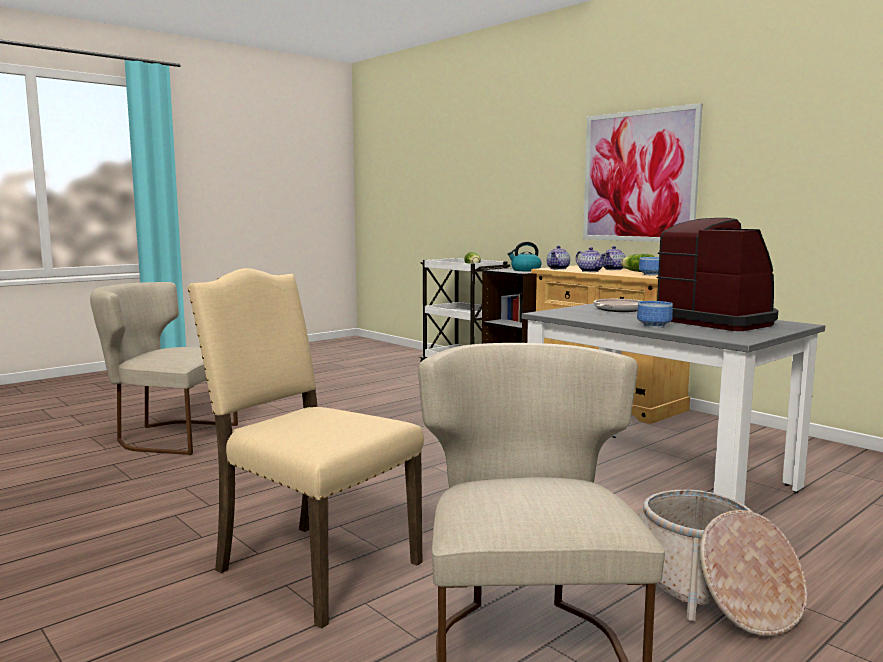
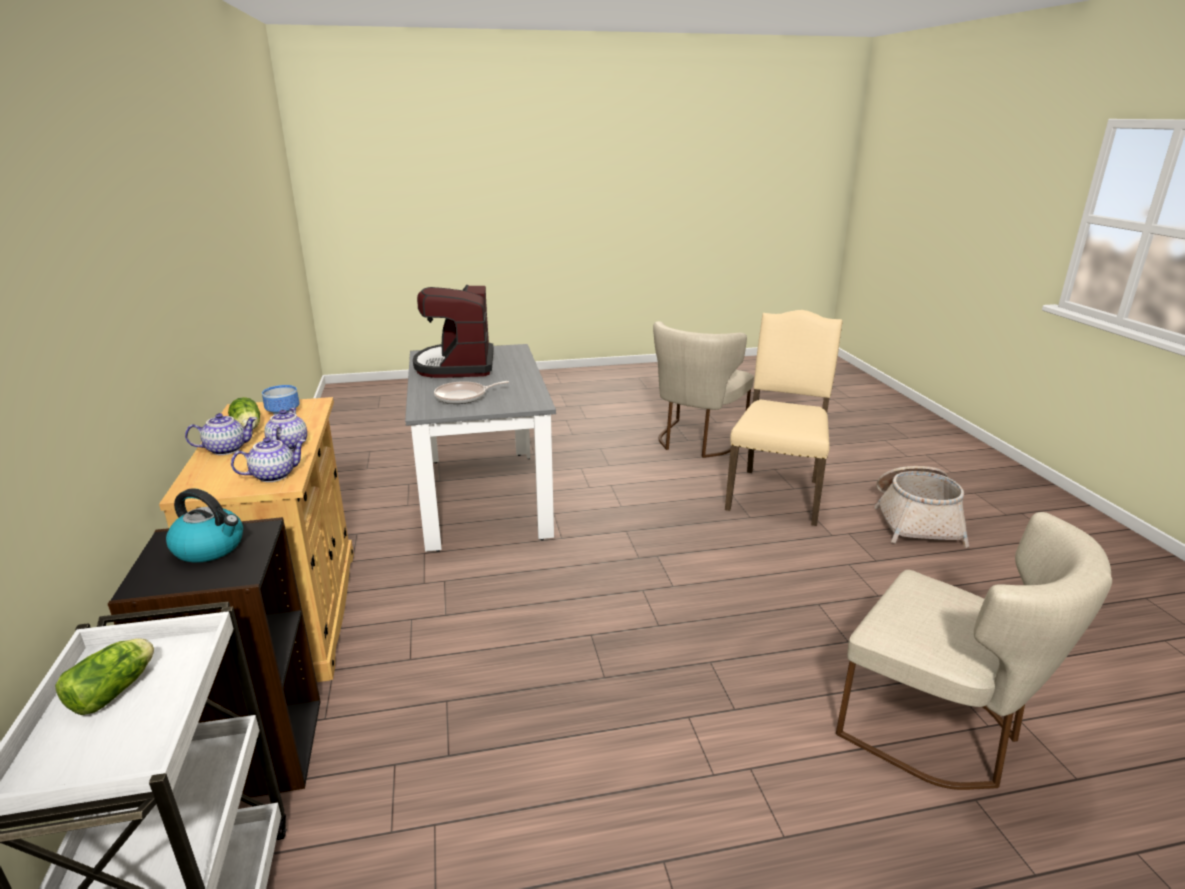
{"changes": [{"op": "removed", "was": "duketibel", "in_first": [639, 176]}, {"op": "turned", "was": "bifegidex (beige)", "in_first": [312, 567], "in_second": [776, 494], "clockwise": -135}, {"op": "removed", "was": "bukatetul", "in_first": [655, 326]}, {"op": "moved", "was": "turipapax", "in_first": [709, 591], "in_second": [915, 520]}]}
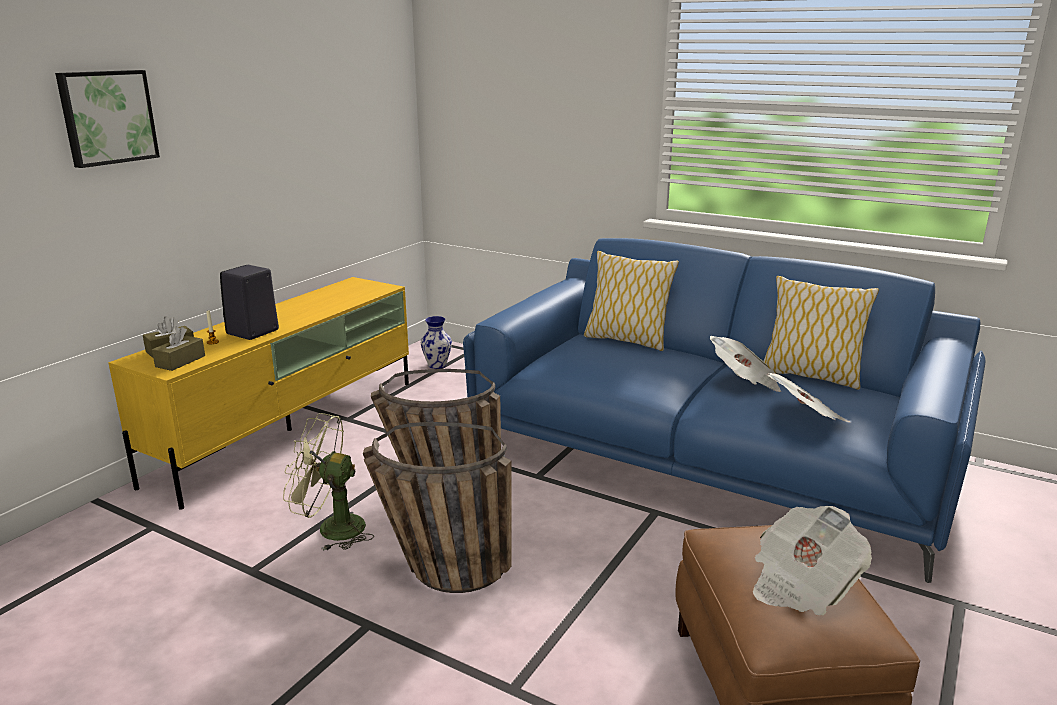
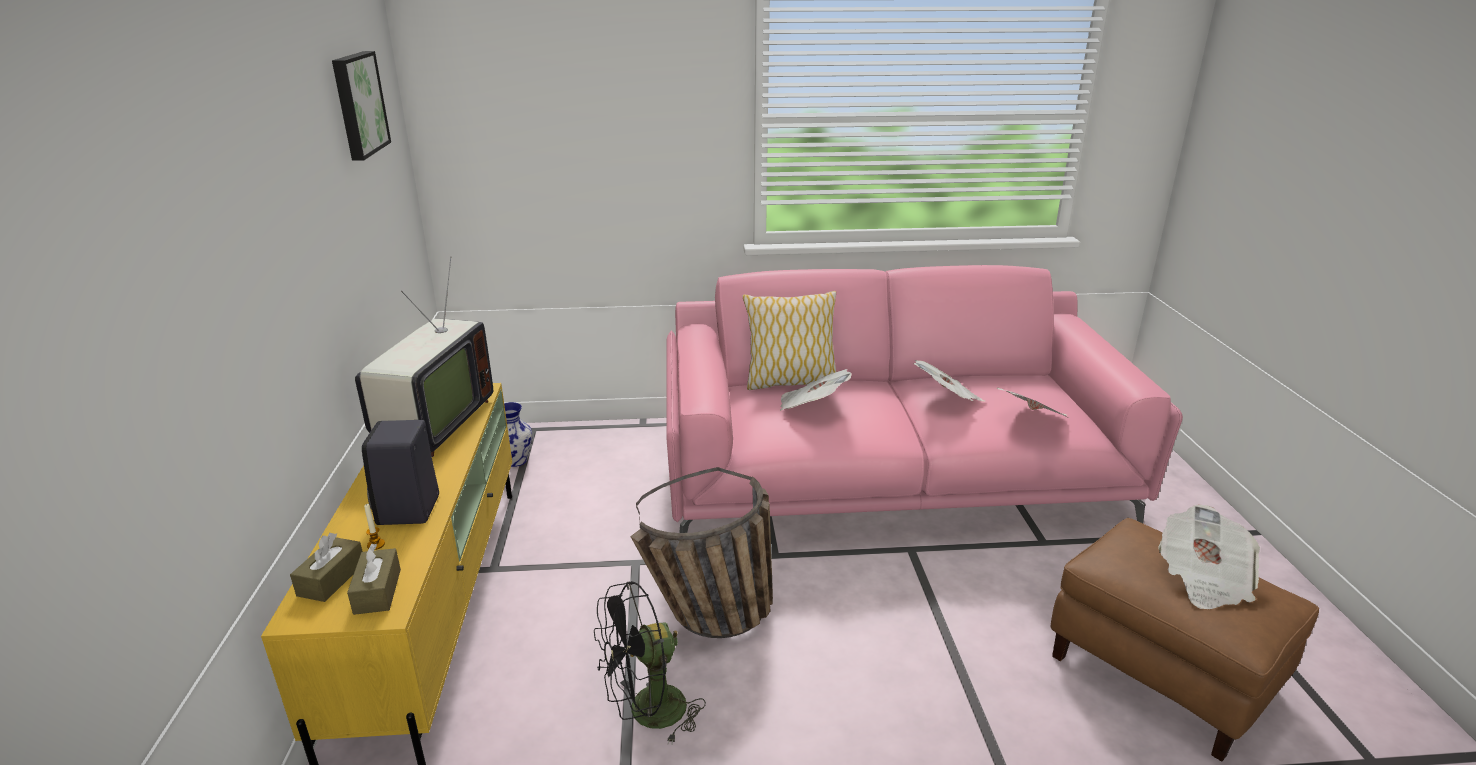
{"changes": [{"op": "moved", "was": "duketibel", "in_first": [107, 117], "in_second": [357, 104]}, {"op": "recoloured", "was": "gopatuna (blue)", "now": "gopatuna (pink)", "in_first": [708, 460], "in_second": [891, 478]}, {"op": "removed", "was": "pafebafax", "in_first": [810, 376]}, {"op": "recoloured", "was": "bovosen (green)", "now": "bovosen (black)", "in_first": [331, 529], "in_second": [647, 714]}, {"op": "removed", "was": "turipapax", "in_first": [437, 572]}, {"op": "added", "now": "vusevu", "in_second": [432, 425]}, {"op": "added", "now": "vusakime", "in_second": [811, 407]}]}
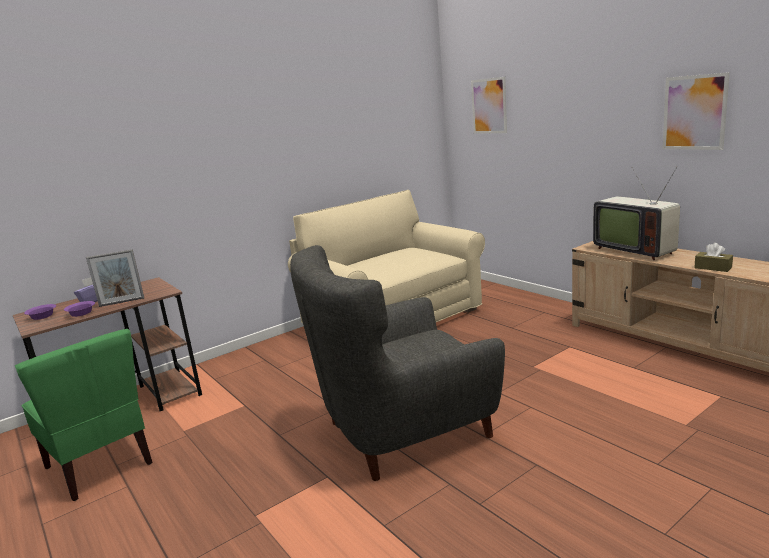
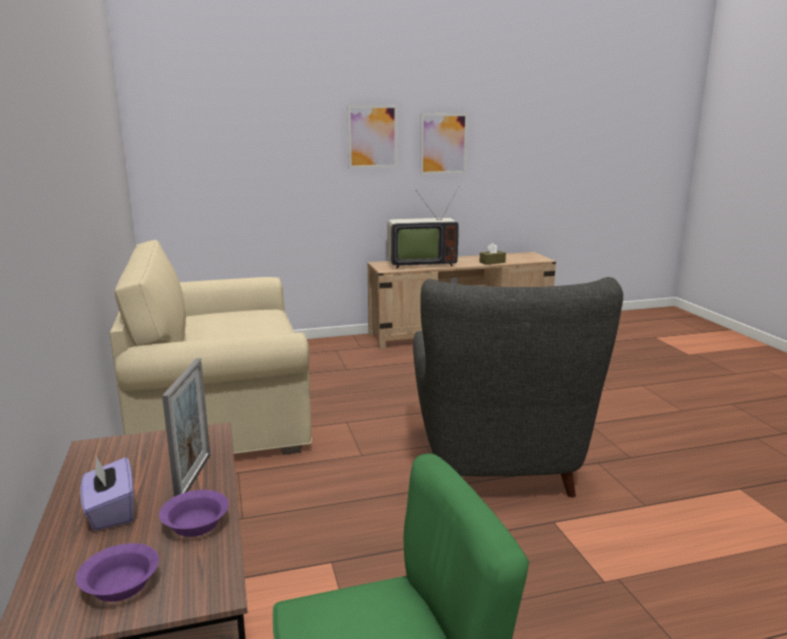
{"changes": [{"op": "moved", "was": "duketibel", "in_first": [489, 106], "in_second": [372, 136]}]}
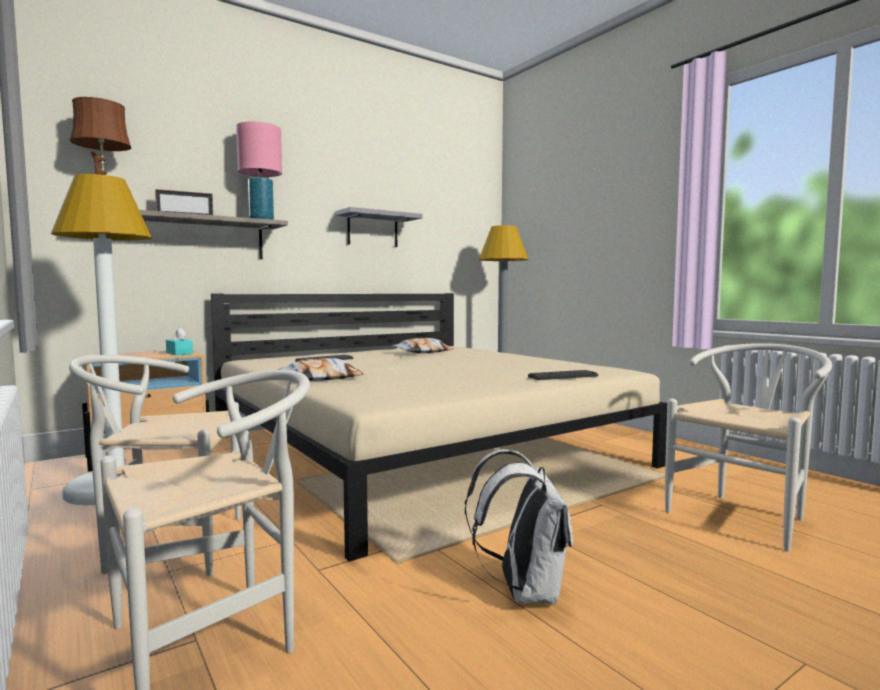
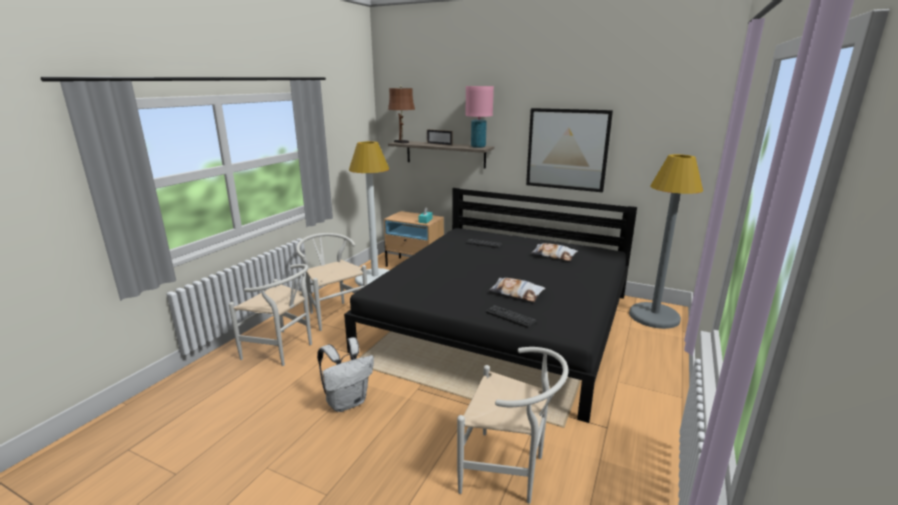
{"changes": [{"op": "replaced", "was": "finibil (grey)", "now": "duketibel", "in_first": [372, 230], "in_second": [567, 149]}, {"op": "recoloured", "was": "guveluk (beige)", "now": "guveluk (black)", "in_first": [421, 450], "in_second": [501, 321]}, {"op": "moved", "was": "pafebafax", "in_first": [321, 378], "in_second": [516, 293]}]}
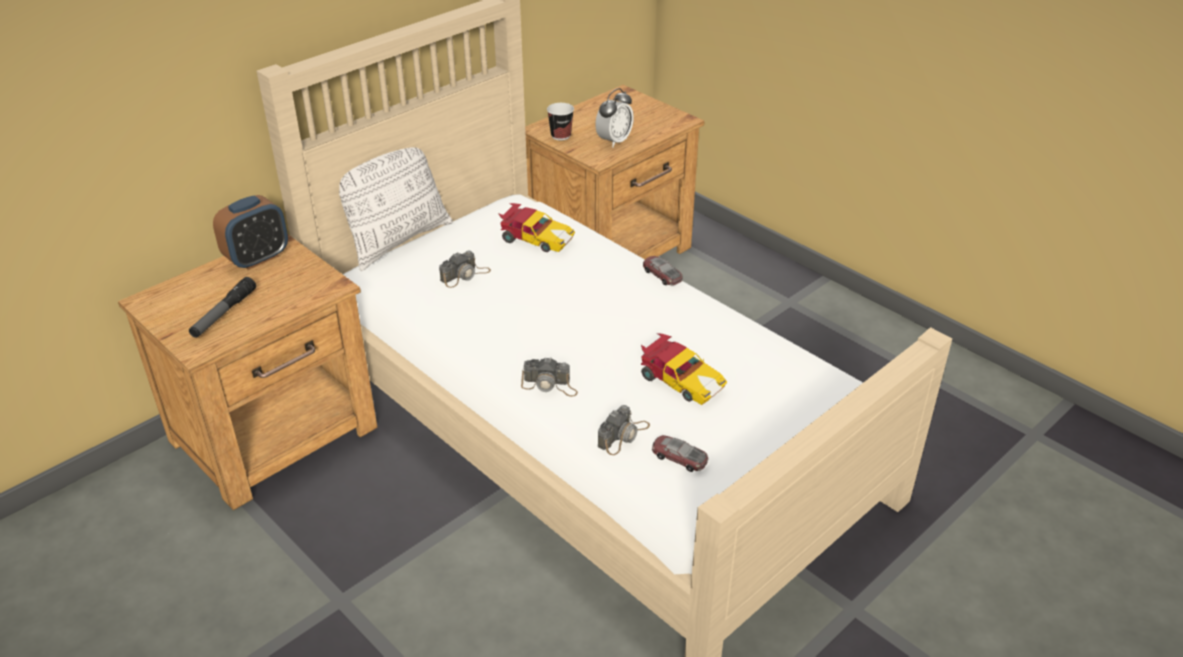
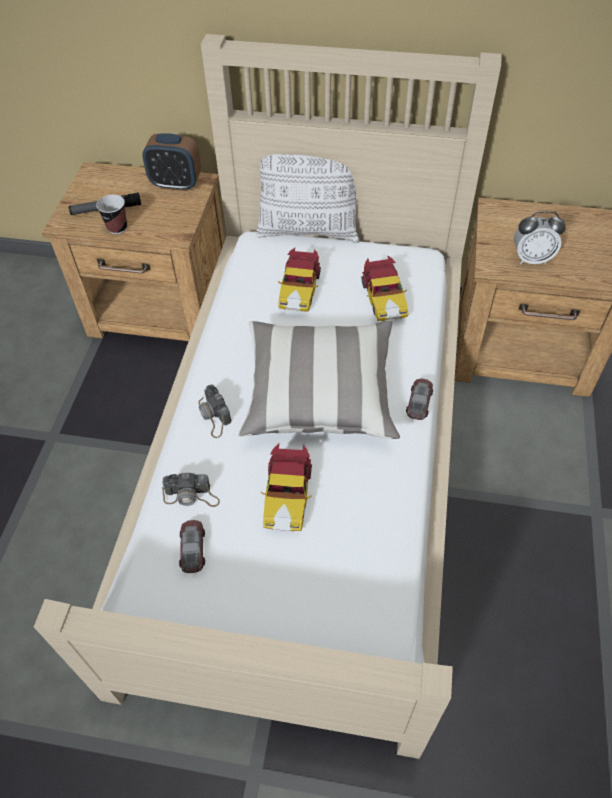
{"changes": [{"op": "moved", "was": "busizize", "in_first": [561, 136], "in_second": [117, 228]}, {"op": "replaced", "was": "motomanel", "now": "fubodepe", "in_first": [465, 275], "in_second": [299, 289]}, {"op": "added", "now": "pafebafax", "in_second": [319, 393]}]}
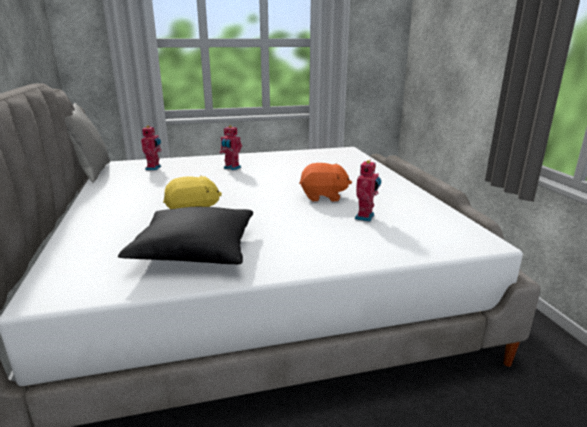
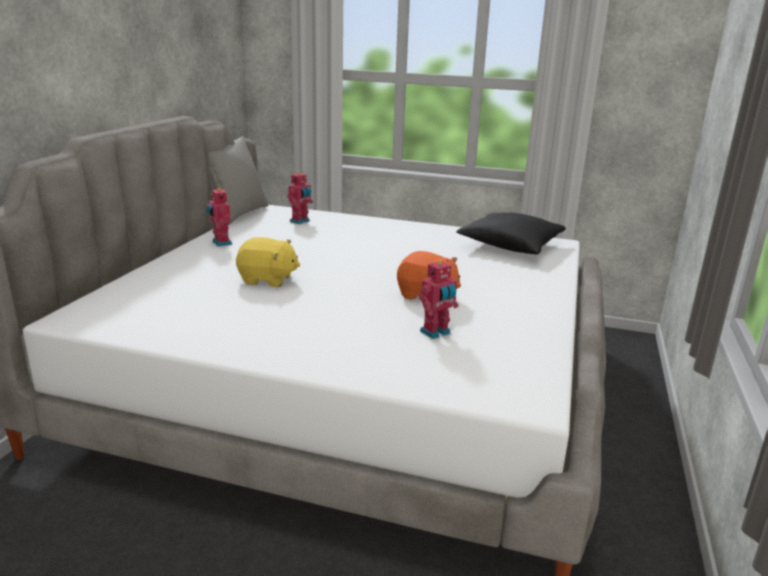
{"changes": [{"op": "moved", "was": "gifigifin", "in_first": [231, 168], "in_second": [220, 243]}, {"op": "moved", "was": "pafebafax (black)", "in_first": [195, 251], "in_second": [510, 246]}]}
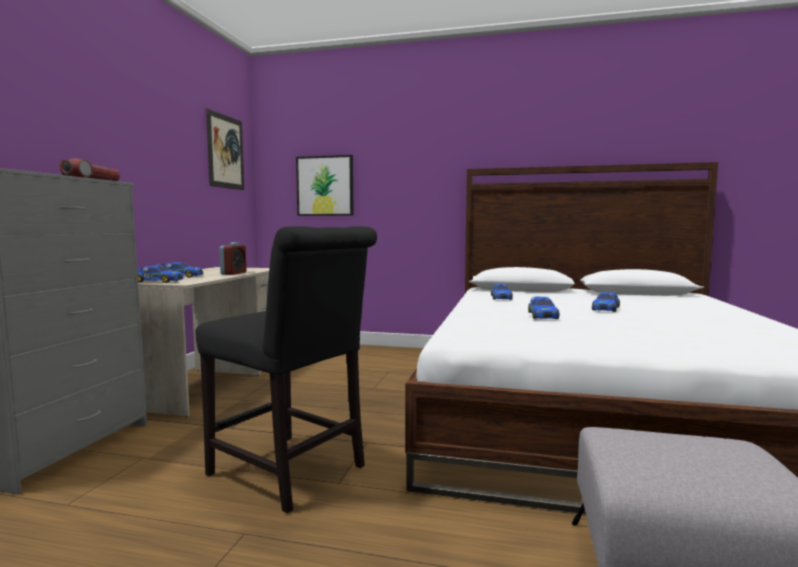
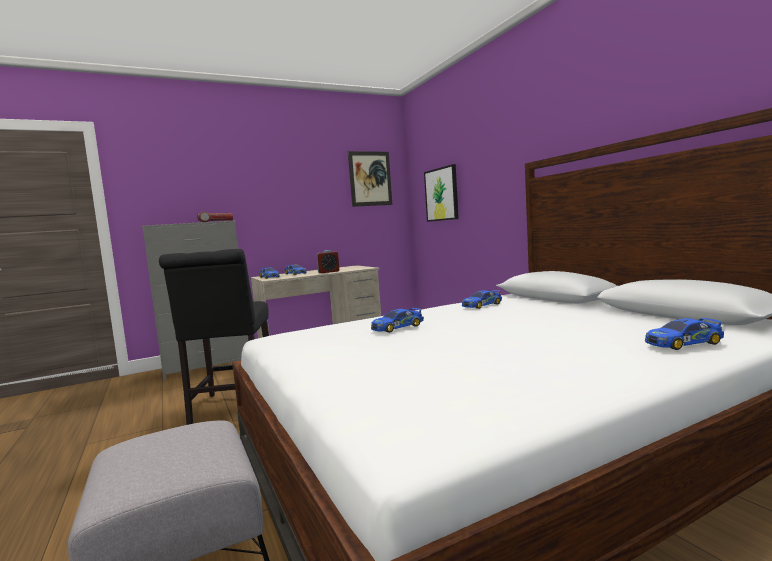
{"changes": [{"op": "moved", "was": "fubodepe", "in_first": [606, 308], "in_second": [683, 343]}]}
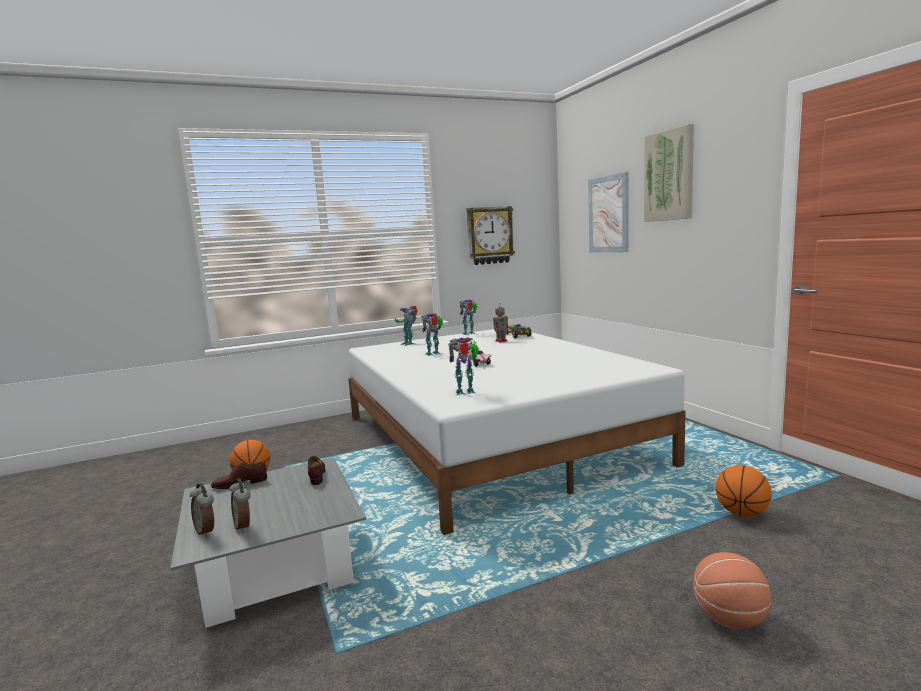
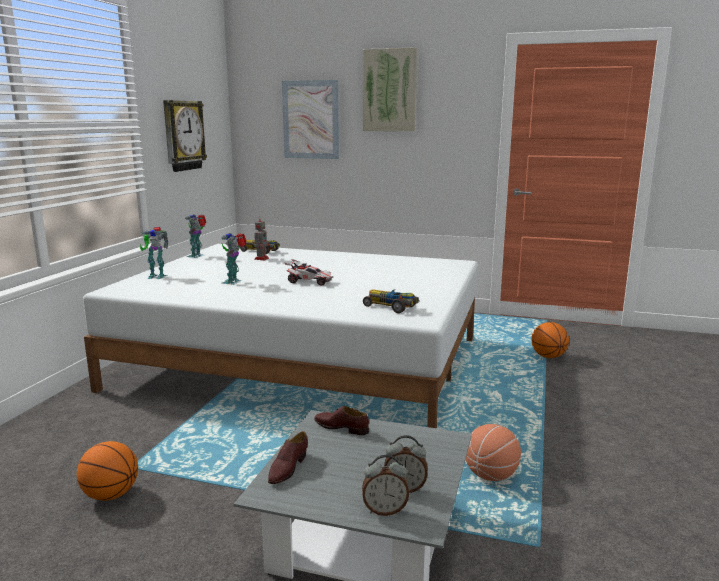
{"changes": [{"op": "replaced", "was": "gifigifin", "now": "fubodepe", "in_first": [466, 392], "in_second": [391, 307]}, {"op": "moved", "was": "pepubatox", "in_first": [730, 619], "in_second": [491, 475]}]}
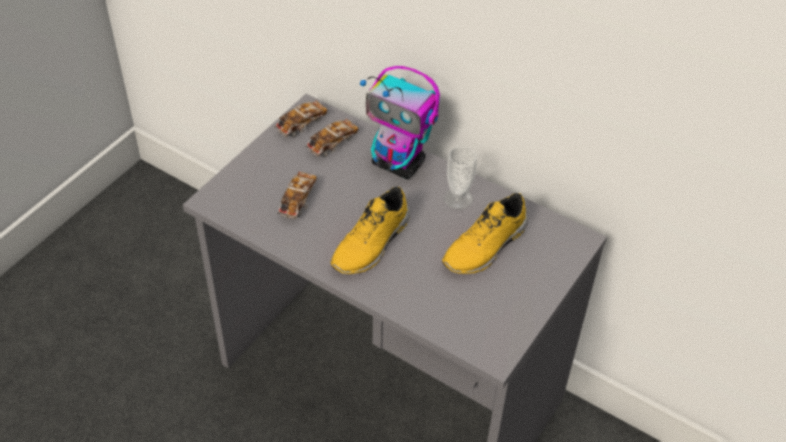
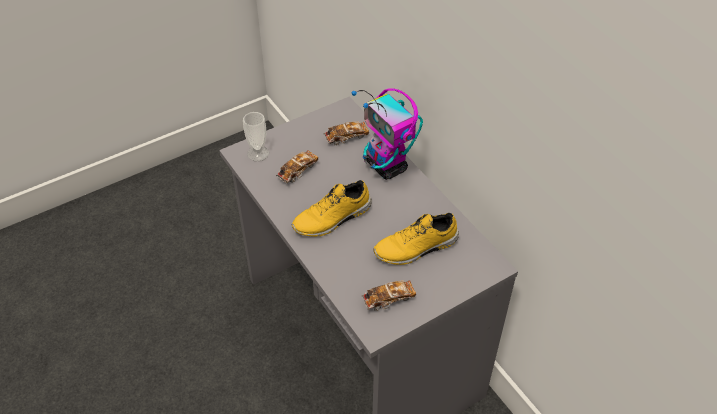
{"changes": [{"op": "moved", "was": "fubodepe", "in_first": [301, 125], "in_second": [388, 300]}, {"op": "moved", "was": "busizize", "in_first": [458, 198], "in_second": [258, 153]}]}
